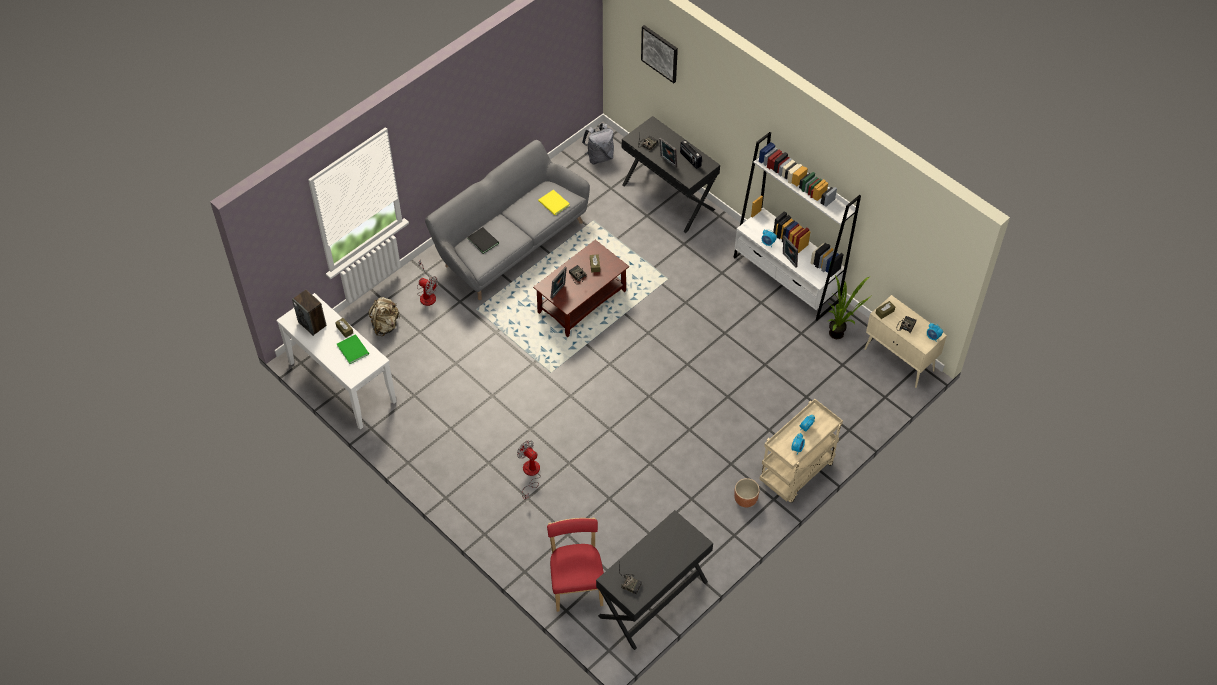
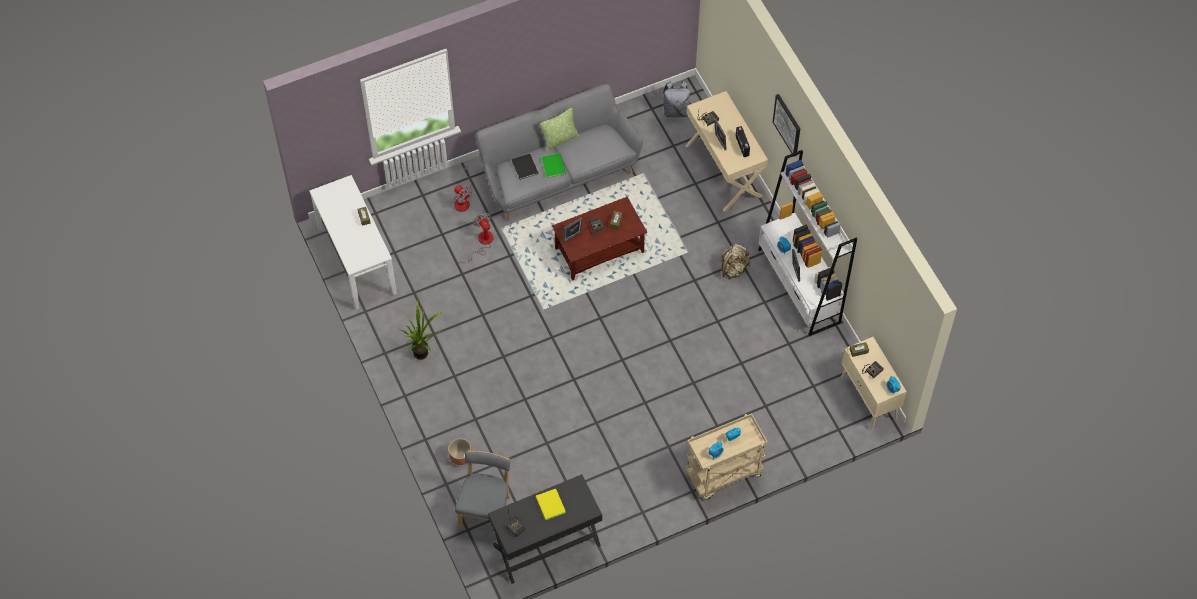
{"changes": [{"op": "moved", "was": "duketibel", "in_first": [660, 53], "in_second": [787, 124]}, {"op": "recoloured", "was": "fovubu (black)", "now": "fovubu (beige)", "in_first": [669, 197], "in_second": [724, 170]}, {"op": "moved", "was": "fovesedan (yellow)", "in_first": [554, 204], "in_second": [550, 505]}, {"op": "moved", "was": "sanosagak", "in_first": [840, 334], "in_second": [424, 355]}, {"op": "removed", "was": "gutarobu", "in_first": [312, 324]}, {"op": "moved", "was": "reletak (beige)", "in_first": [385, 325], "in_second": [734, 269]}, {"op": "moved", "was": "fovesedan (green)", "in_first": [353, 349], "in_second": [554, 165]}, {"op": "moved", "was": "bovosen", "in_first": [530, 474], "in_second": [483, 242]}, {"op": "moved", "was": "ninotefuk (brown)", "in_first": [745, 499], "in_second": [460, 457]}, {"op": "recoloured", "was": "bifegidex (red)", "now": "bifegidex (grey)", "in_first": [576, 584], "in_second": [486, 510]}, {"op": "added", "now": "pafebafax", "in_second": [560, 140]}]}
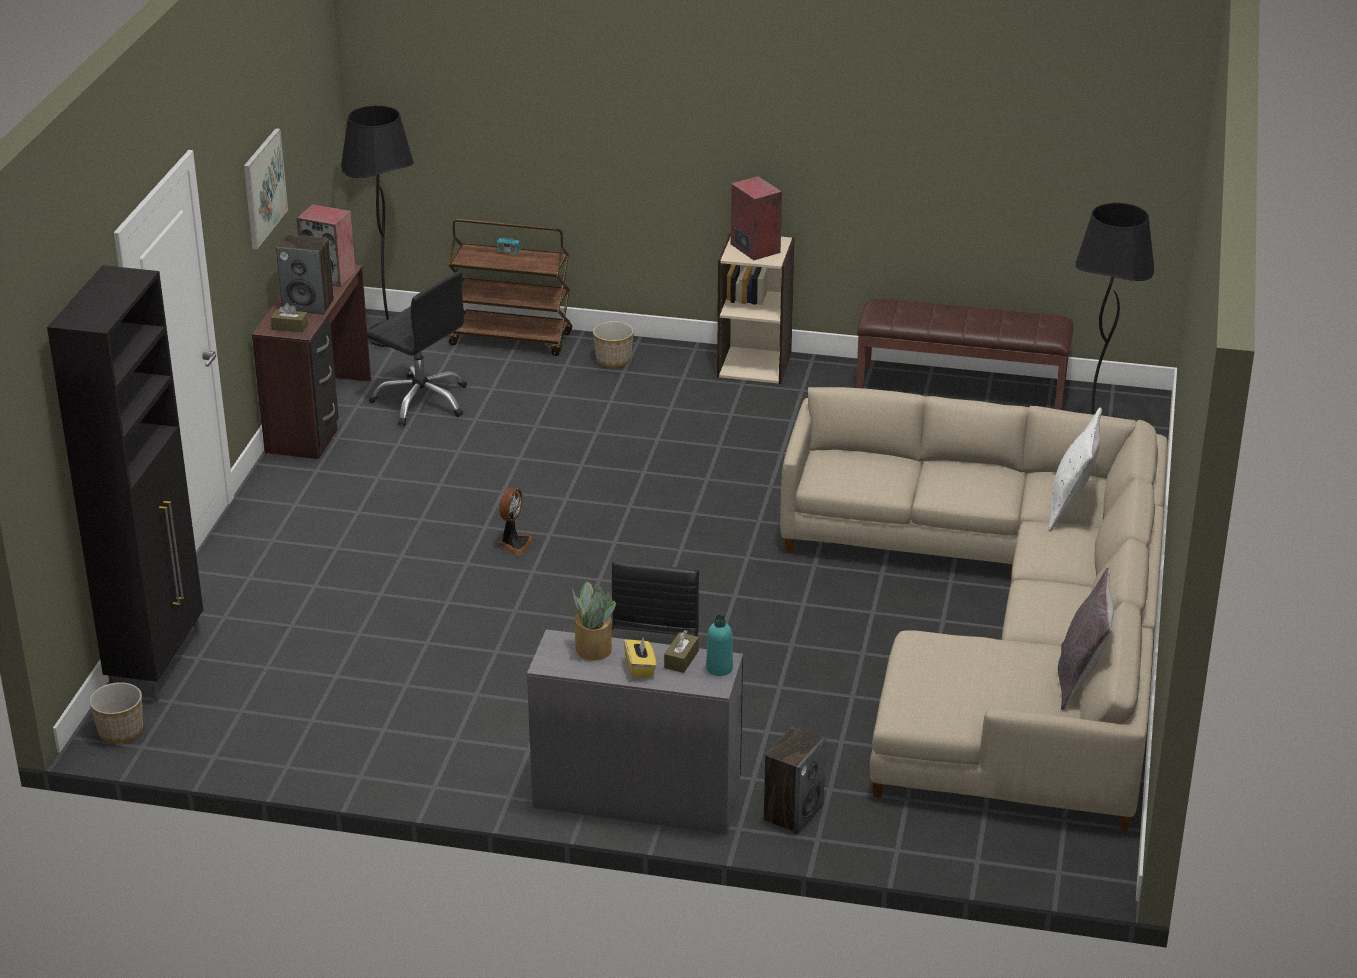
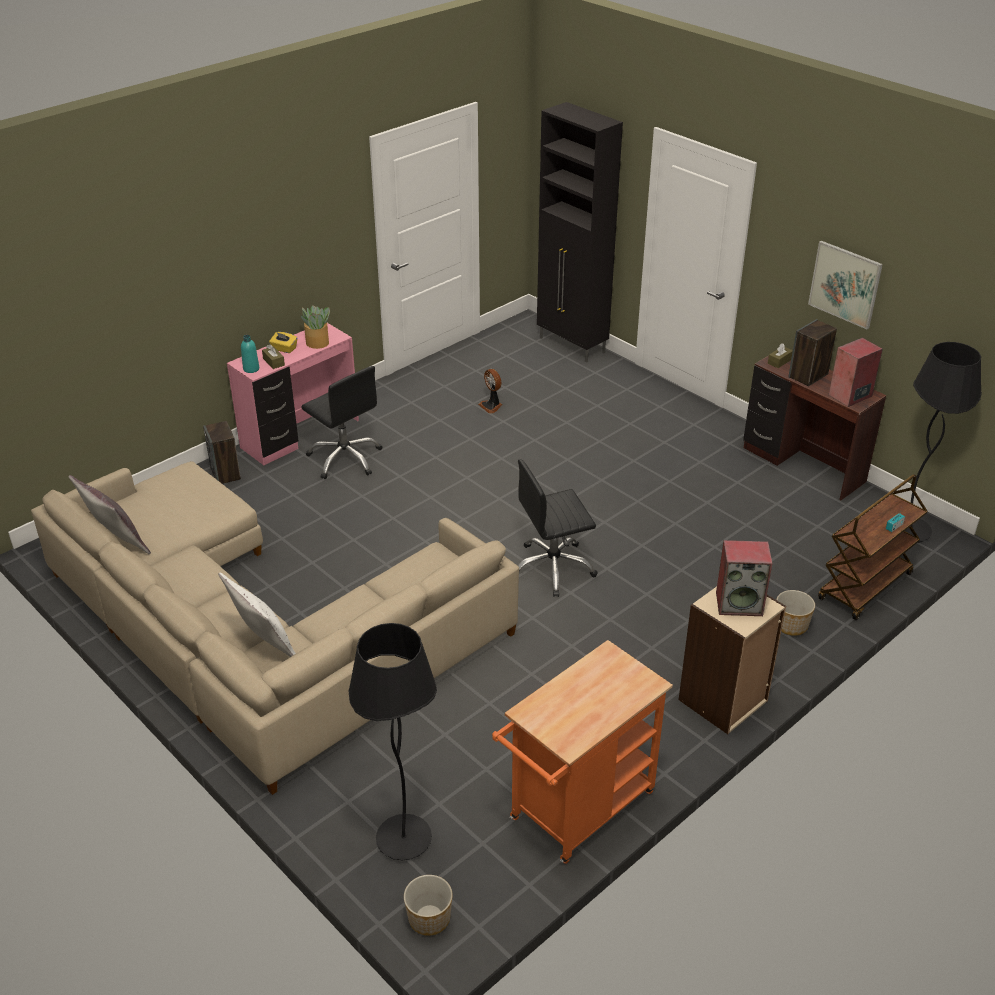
{"changes": [{"op": "moved", "was": "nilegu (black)", "in_first": [422, 401], "in_second": [553, 568]}, {"op": "replaced", "was": "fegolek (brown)", "now": "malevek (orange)", "in_first": [961, 389], "in_second": [576, 812]}, {"op": "moved", "was": "bovosen", "in_first": [514, 543], "in_second": [491, 406]}, {"op": "recoloured", "was": "fovubu (grey)", "now": "fovubu (pink)", "in_first": [636, 796], "in_second": [301, 434]}, {"op": "moved", "was": "ninotefuk", "in_first": [120, 731], "in_second": [428, 918]}]}
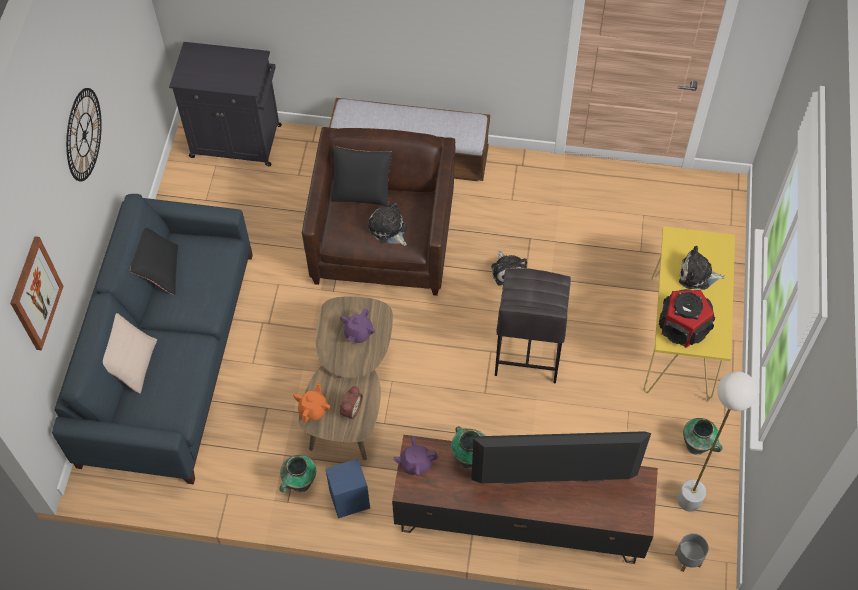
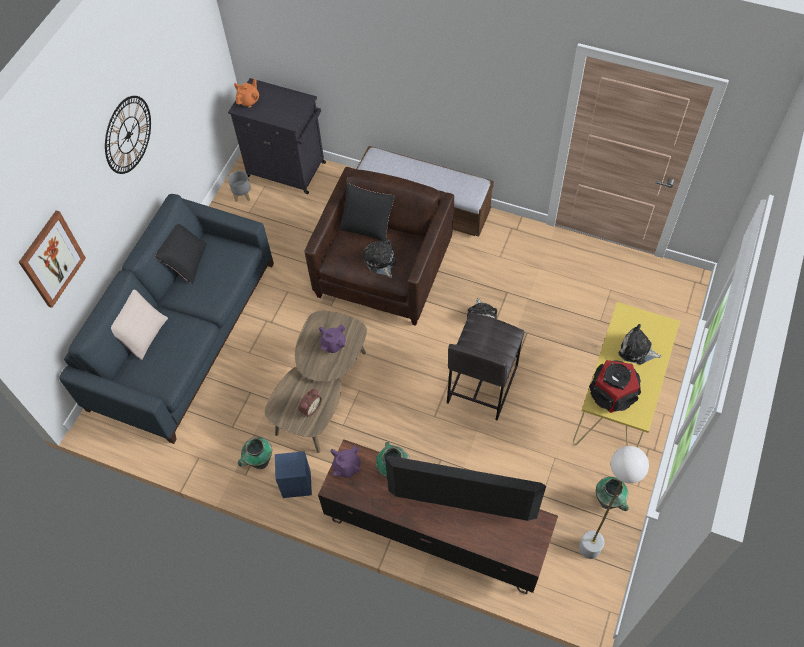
{"changes": [{"op": "moved", "was": "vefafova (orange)", "in_first": [313, 409], "in_second": [248, 100]}, {"op": "turned", "was": "vefafova (purple)", "in_first": [415, 464], "in_second": [346, 466], "clockwise": -60}, {"op": "moved", "was": "ninotefuk (grey)", "in_first": [687, 559], "in_second": [242, 195]}]}
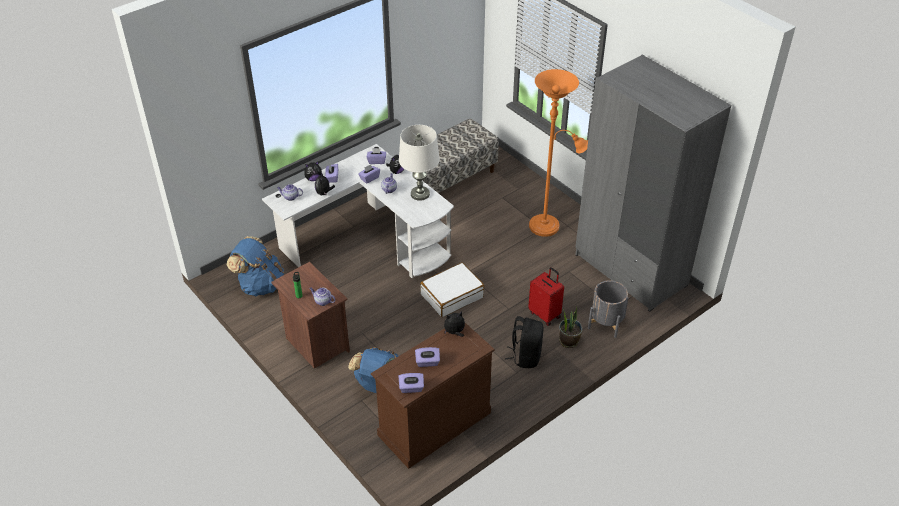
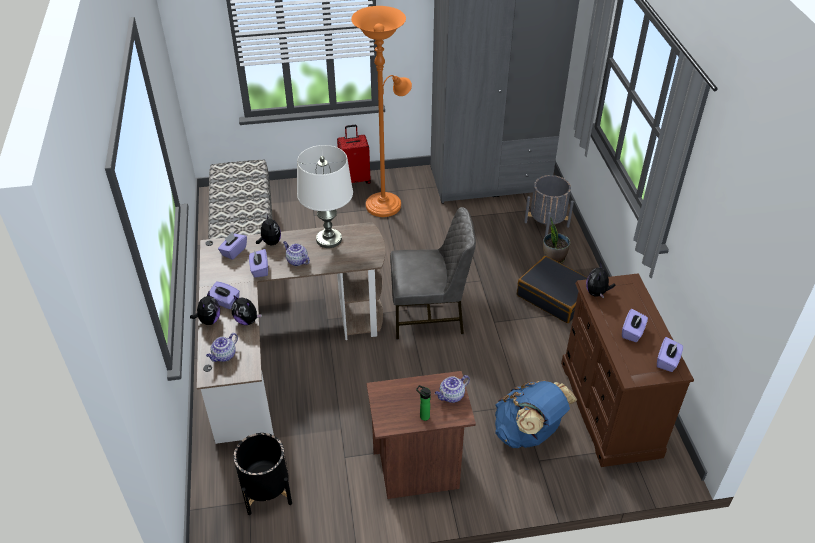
{"changes": [{"op": "recoloured", "was": "fovubu (white)", "now": "fovubu (brown)", "in_first": [370, 239], "in_second": [281, 347]}, {"op": "replaced", "was": "reletak (blue)", "now": "ninotefuk (black)", "in_first": [260, 284], "in_second": [266, 491]}, {"op": "replaced", "was": "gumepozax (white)", "now": "bifegidex (grey)", "in_first": [452, 295], "in_second": [429, 315]}, {"op": "moved", "was": "gumepozax (red)", "in_first": [545, 314], "in_second": [355, 179]}, {"op": "replaced", "was": "reletak (black)", "now": "gumepozax (black)", "in_first": [525, 356], "in_second": [555, 296]}]}
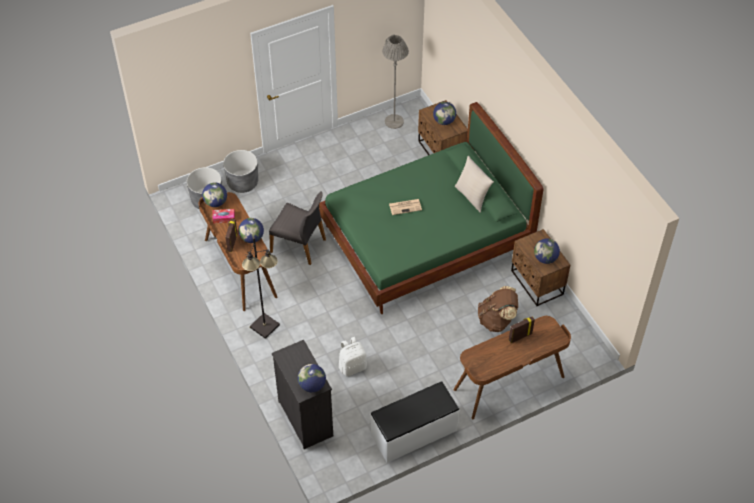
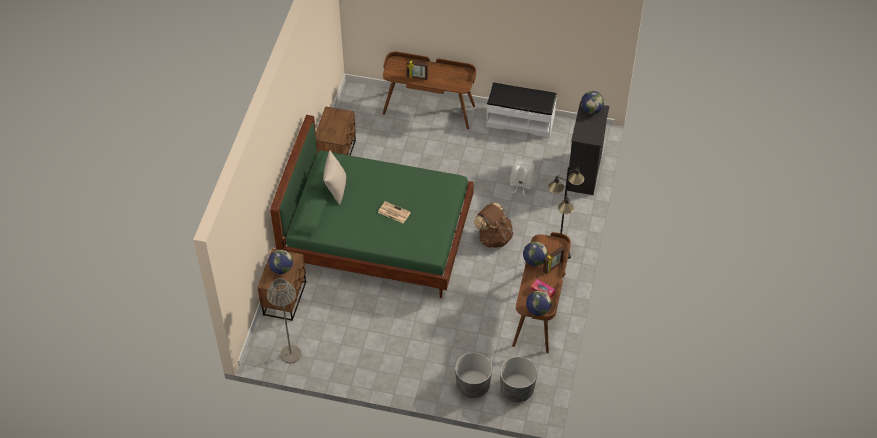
{"changes": [{"op": "removed", "was": "bifegidex (grey)", "in_first": [299, 245]}, {"op": "removed", "was": "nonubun", "in_first": [545, 258]}, {"op": "moved", "was": "reletak (brown)", "in_first": [496, 320], "in_second": [494, 237]}]}
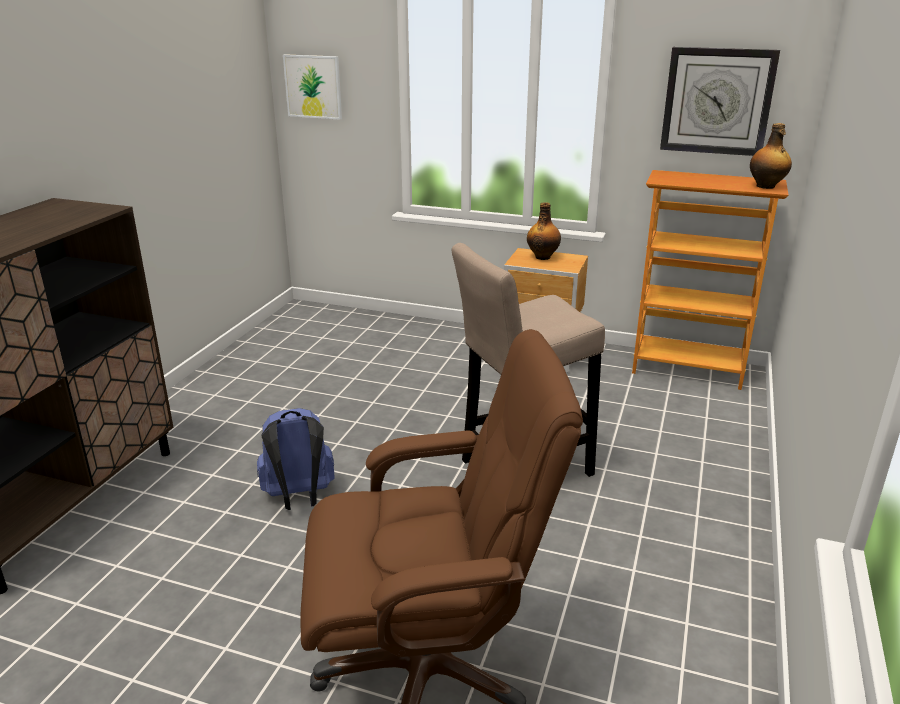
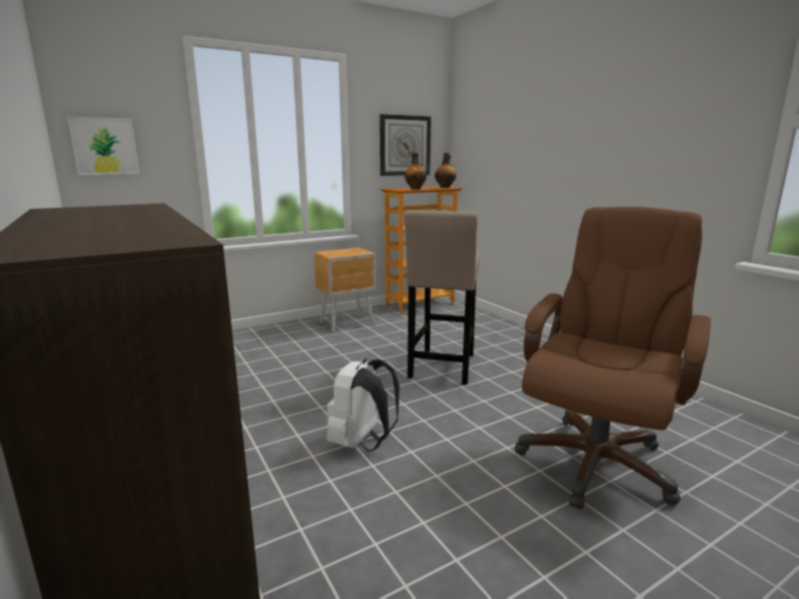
{"changes": [{"op": "moved", "was": "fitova", "in_first": [543, 257], "in_second": [415, 189]}, {"op": "recoloured", "was": "reletak (blue)", "now": "reletak (white)", "in_first": [299, 498], "in_second": [361, 443]}]}
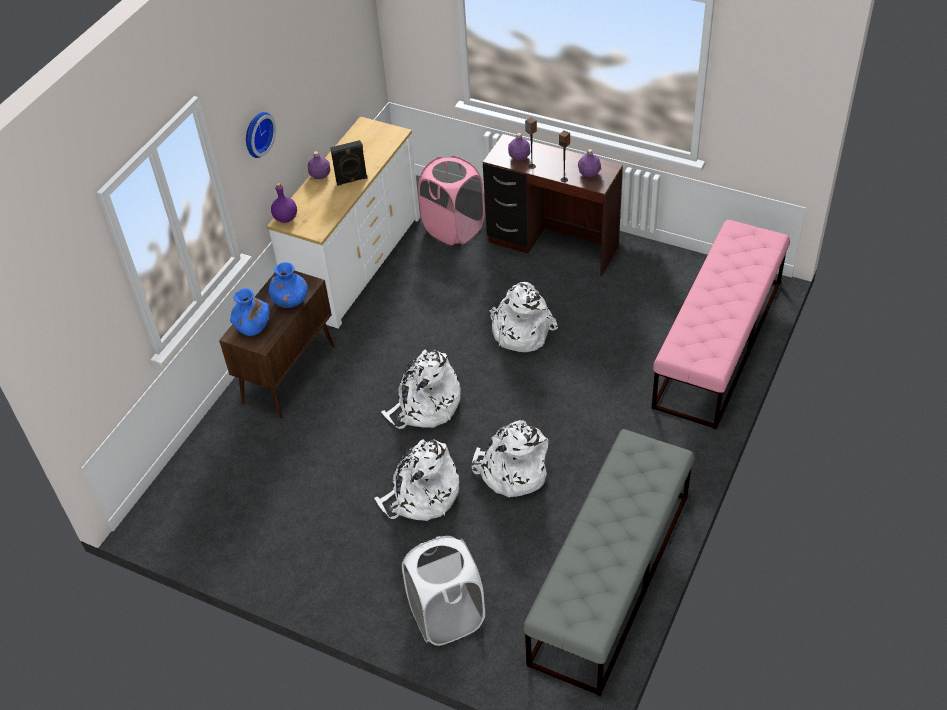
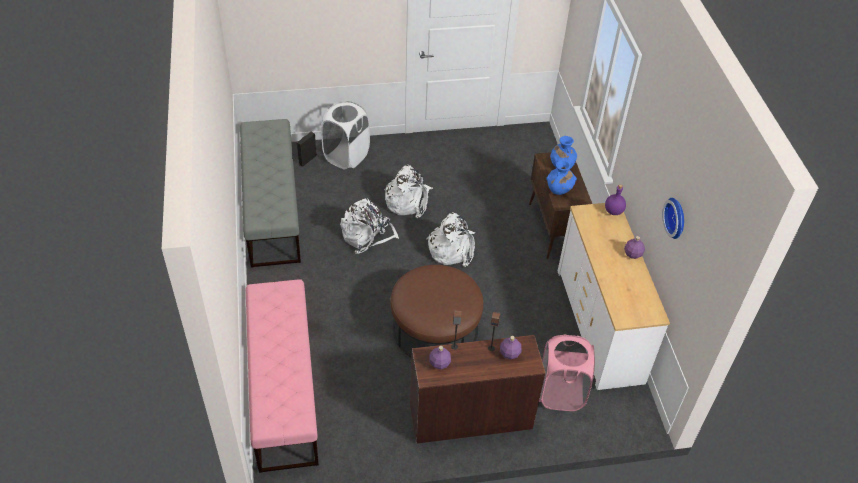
{"changes": [{"op": "moved", "was": "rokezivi", "in_first": [256, 133], "in_second": [677, 217]}, {"op": "moved", "was": "gutarobu (black)", "in_first": [352, 180], "in_second": [307, 159]}, {"op": "replaced", "was": "reletak (white)", "now": "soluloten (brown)", "in_first": [520, 331], "in_second": [435, 328]}]}
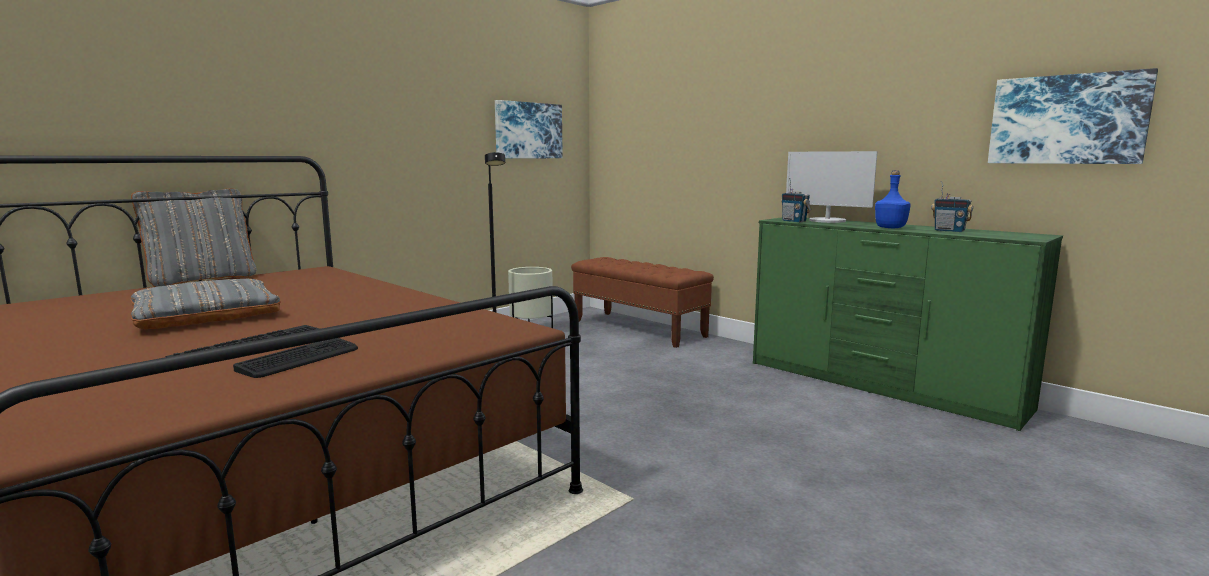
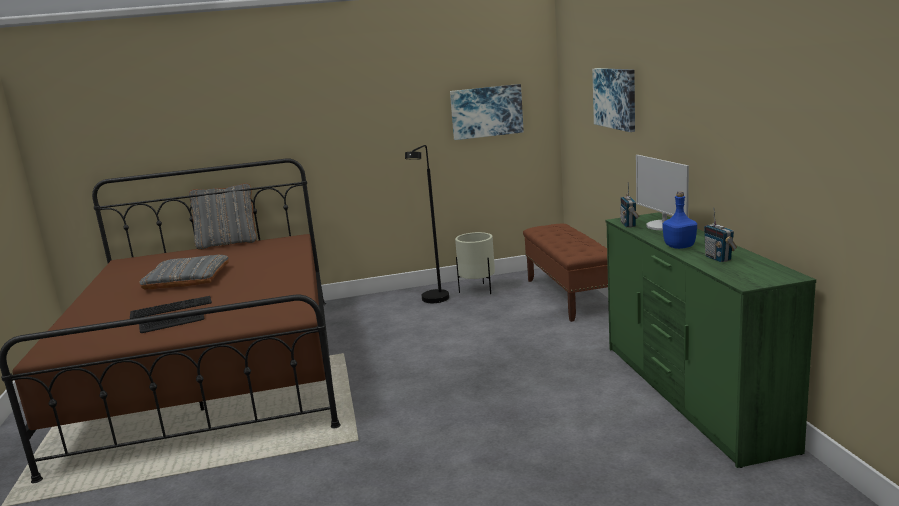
{"changes": [{"op": "moved", "was": "duketibel", "in_first": [1067, 119], "in_second": [615, 98]}]}
